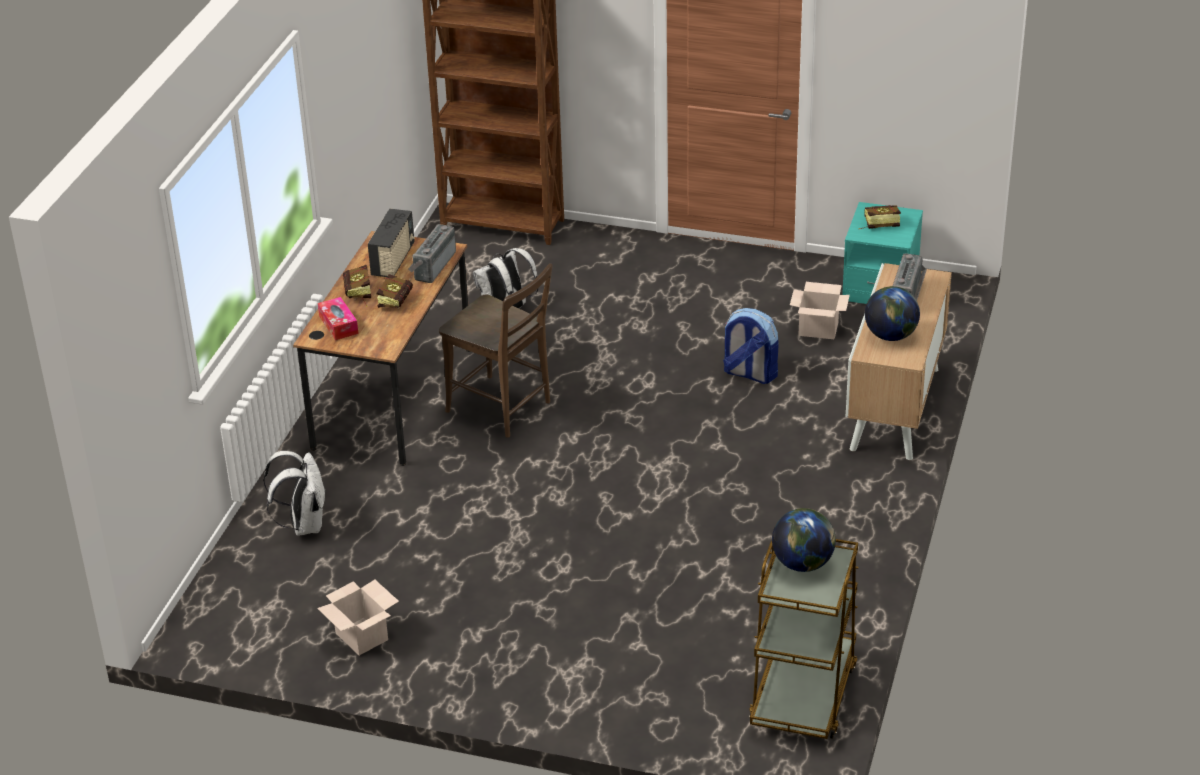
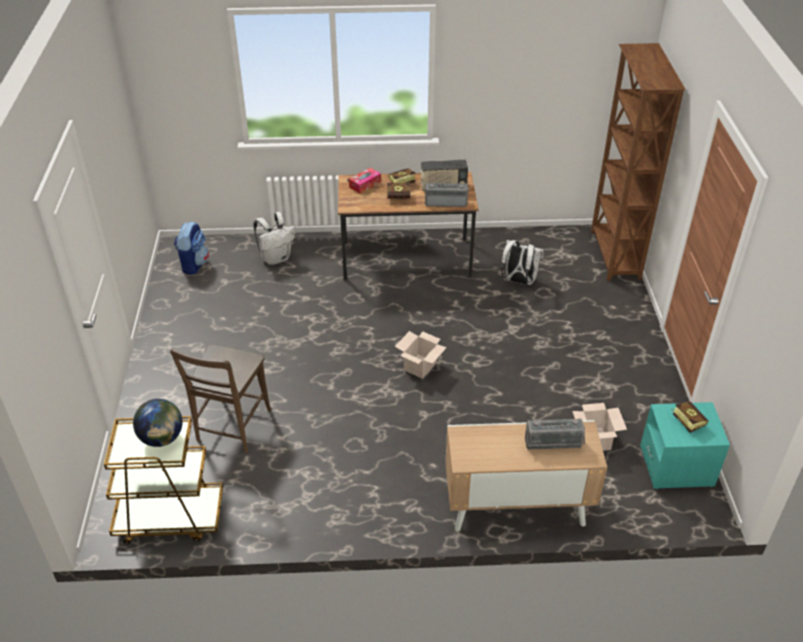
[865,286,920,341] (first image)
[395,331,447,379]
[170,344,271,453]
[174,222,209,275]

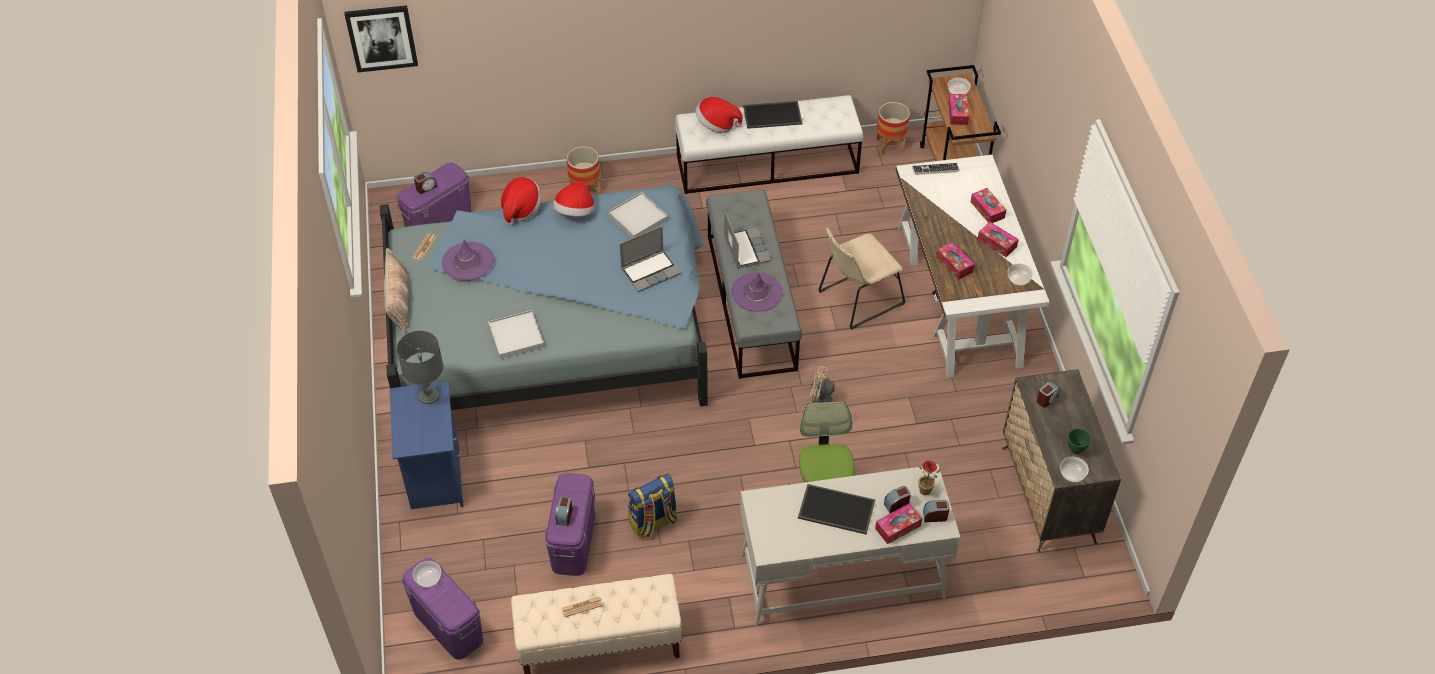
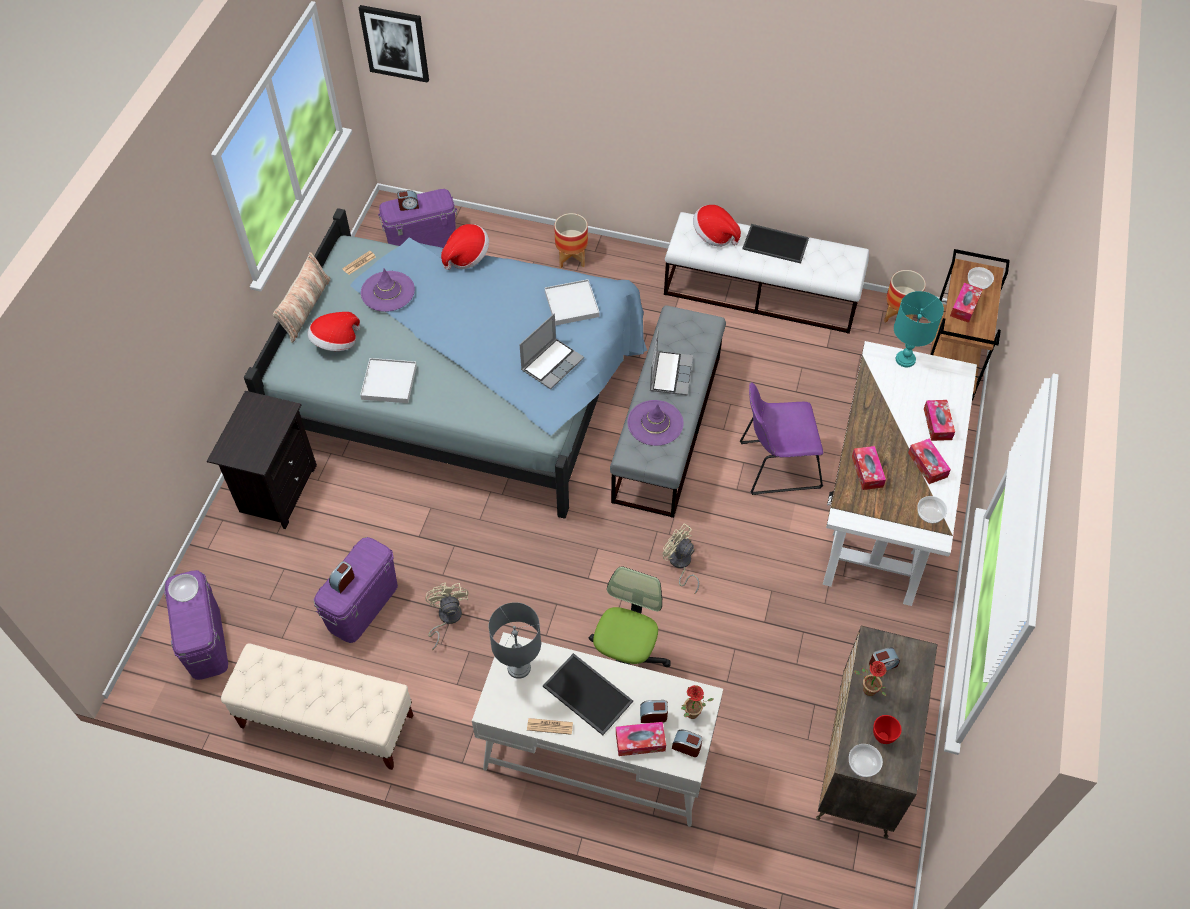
[854,661,887,696]
[489,602,541,679]
[307,312,360,351]
[527,718,573,735]
[425,583,468,650]
[894,291,944,367]
[207,391,317,529]
[740,382,823,495]
[873,715,902,744]
[519,314,584,389]

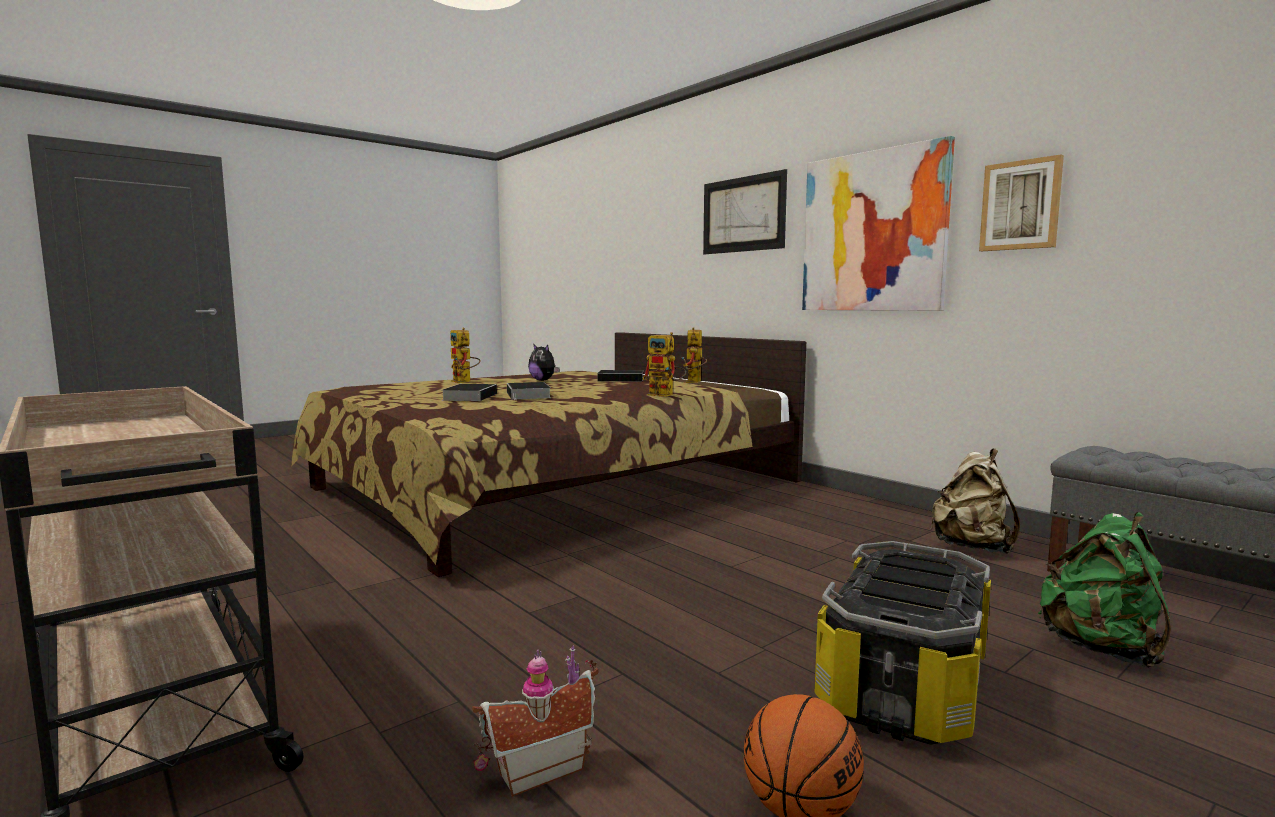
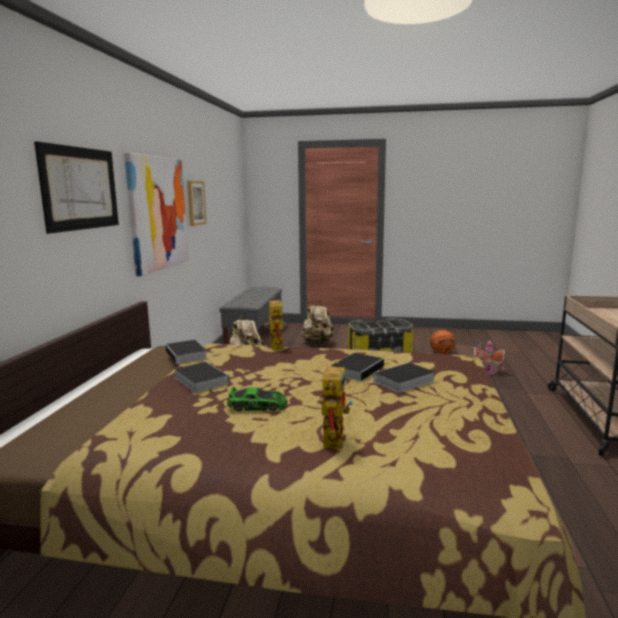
[227,387,288,411]
[165,340,207,366]
[301,301,334,344]

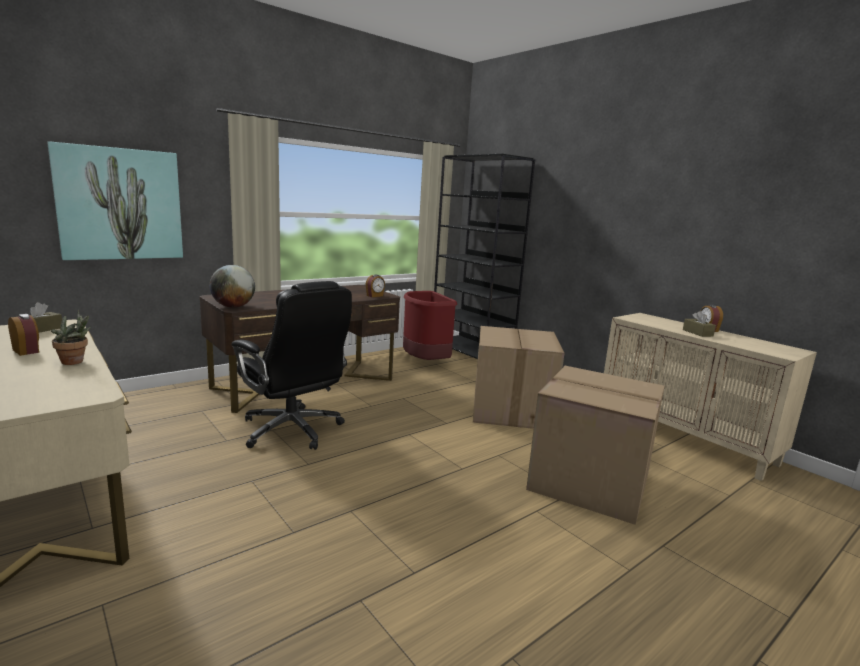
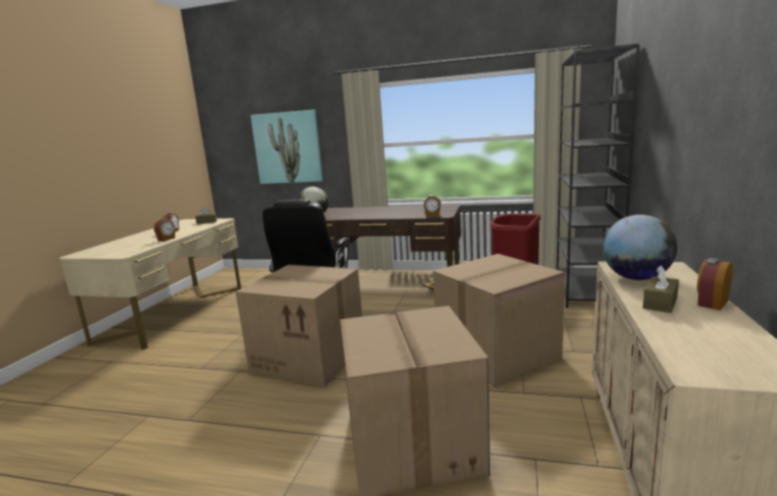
[236,265,362,387]
[603,215,677,280]
[154,219,175,241]

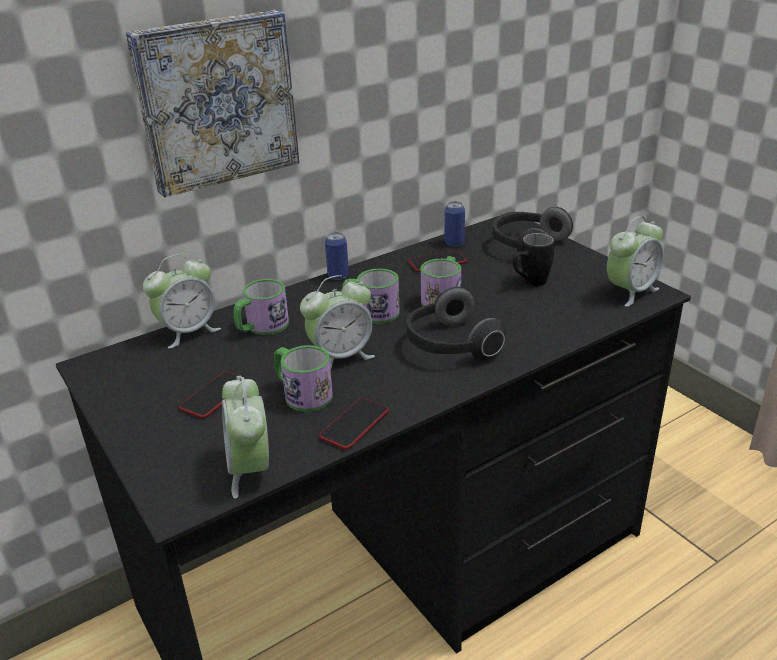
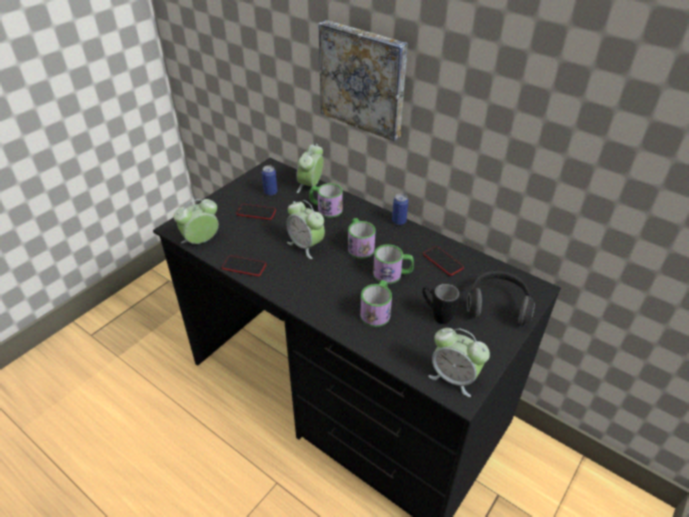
[406,287,507,360] (first image)
[360,280,392,327]
[262,165,278,196]
[296,144,324,193]

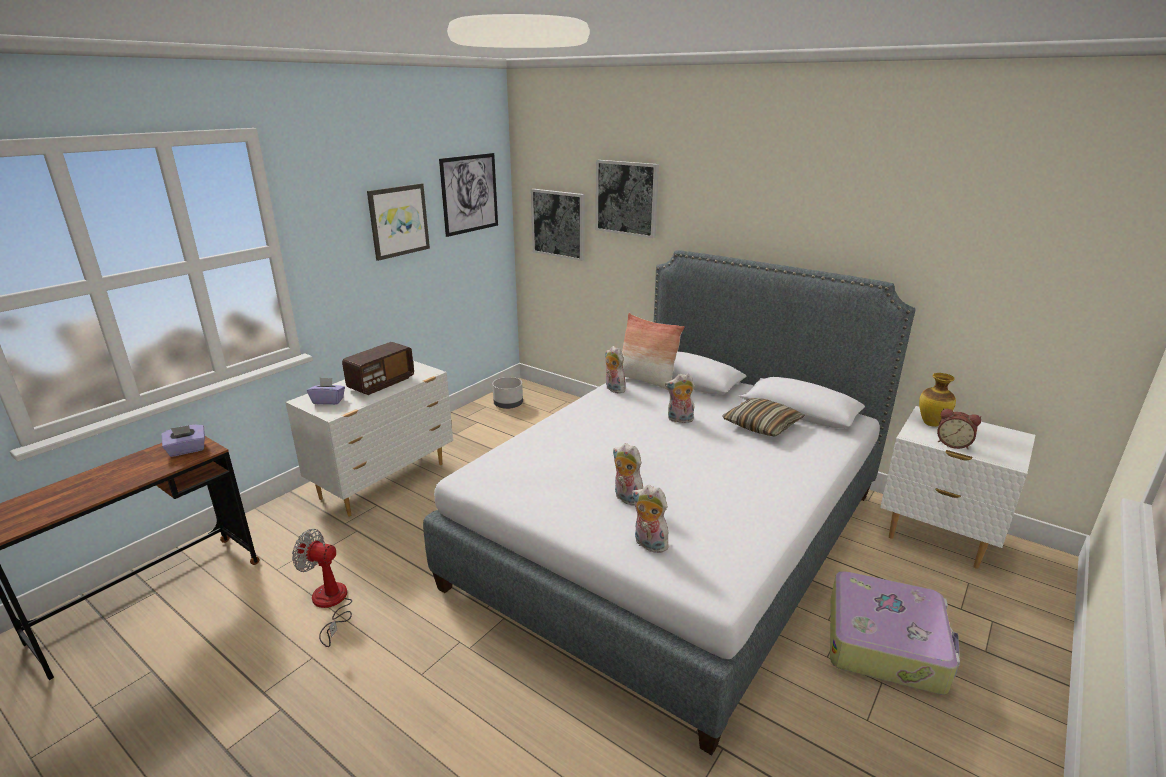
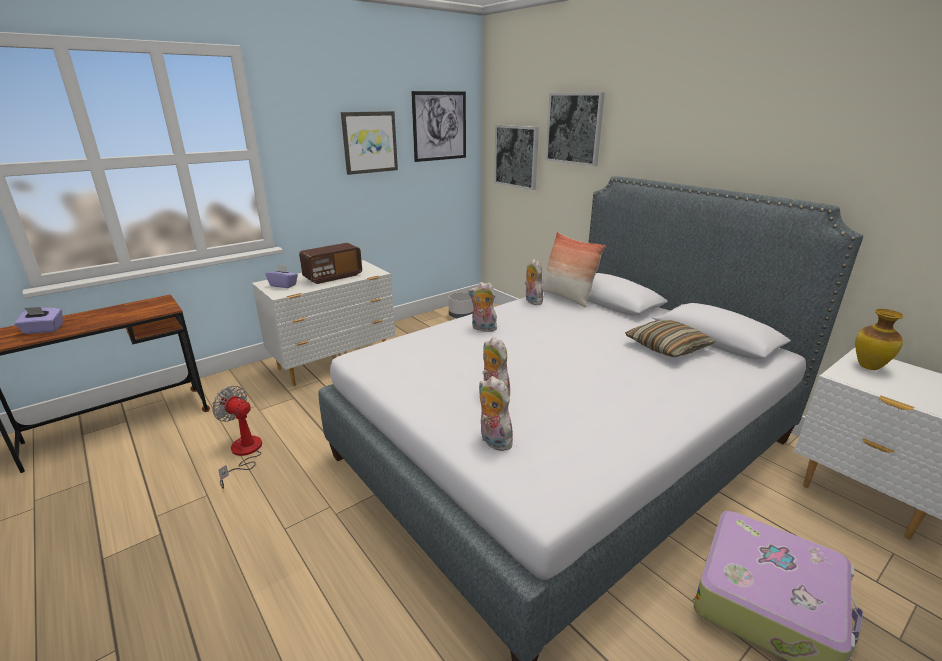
[937,408,981,449] (first image)
[14,307,63,334]
[468,282,497,332]

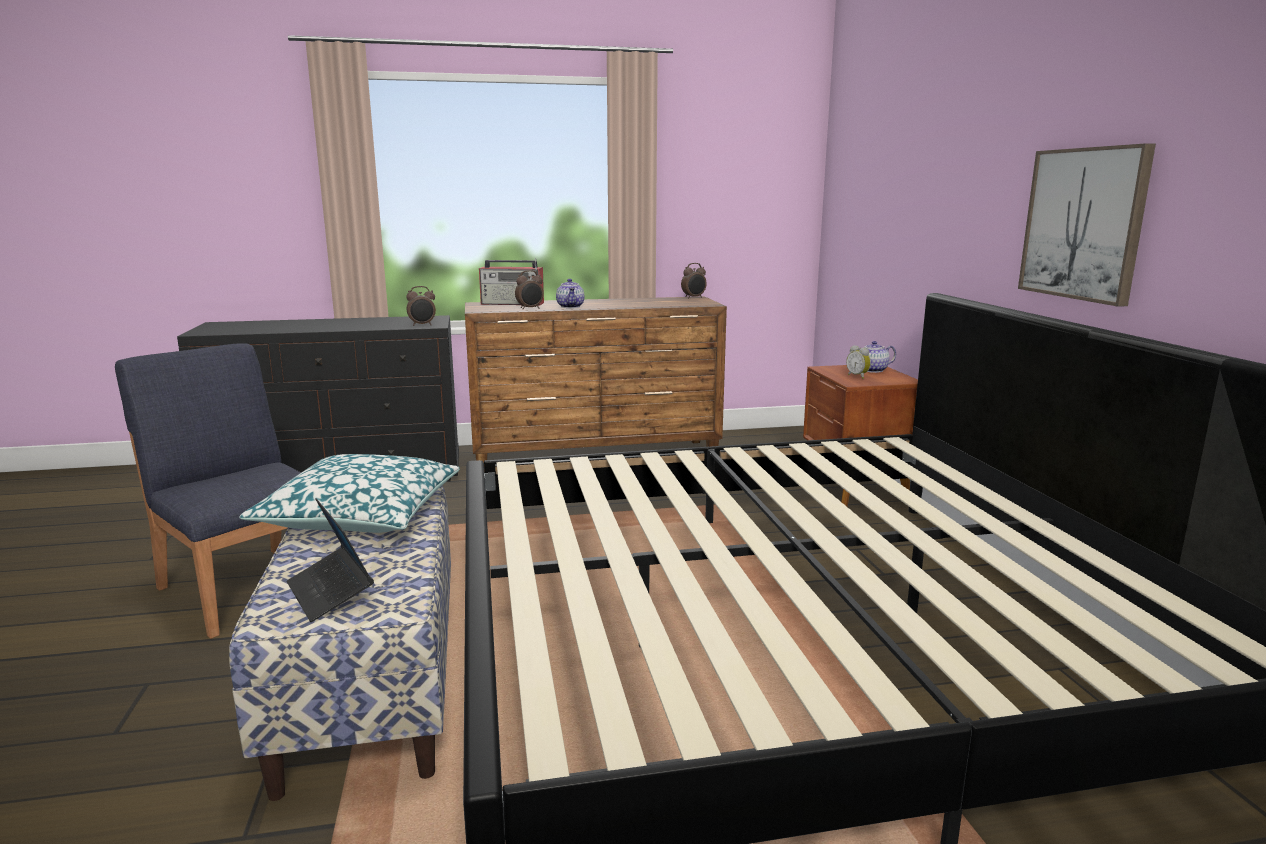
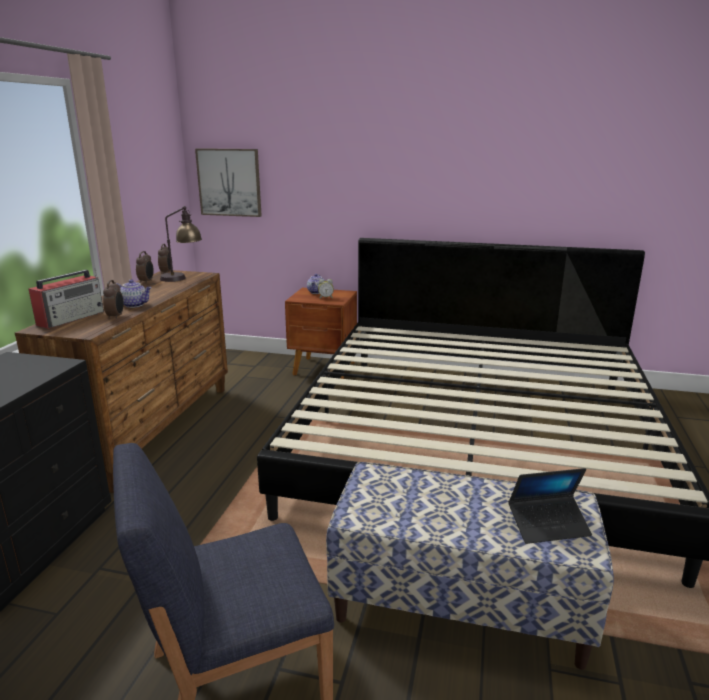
[239,454,460,533] (first image)
[160,206,202,282]
[136,251,154,284]
[195,148,262,217]

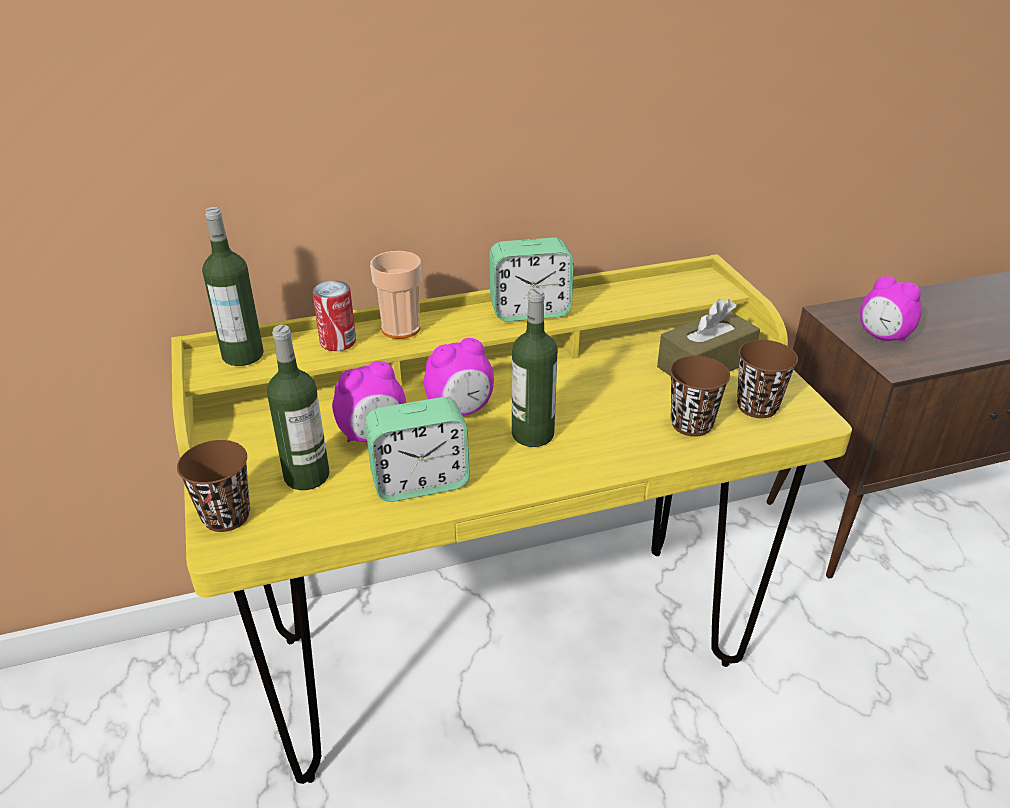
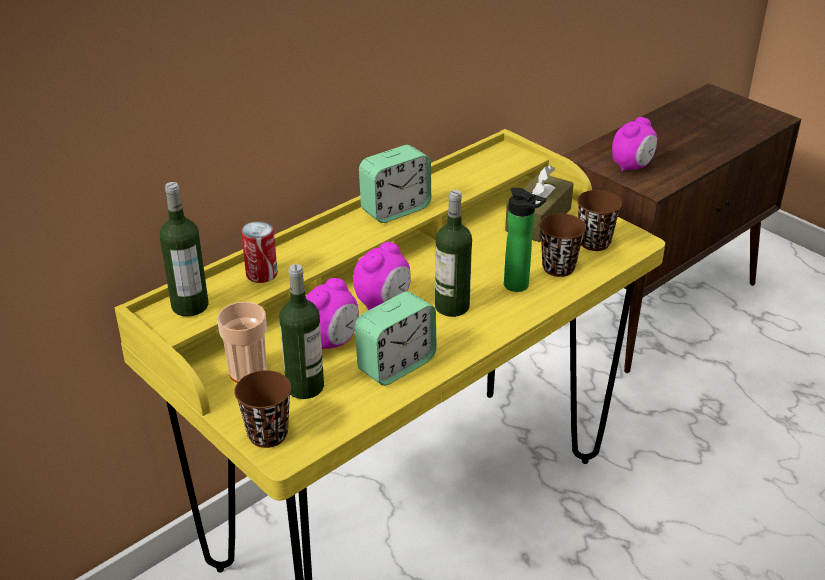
[504,188,546,292]
[217,302,267,383]
[612,117,657,172]

